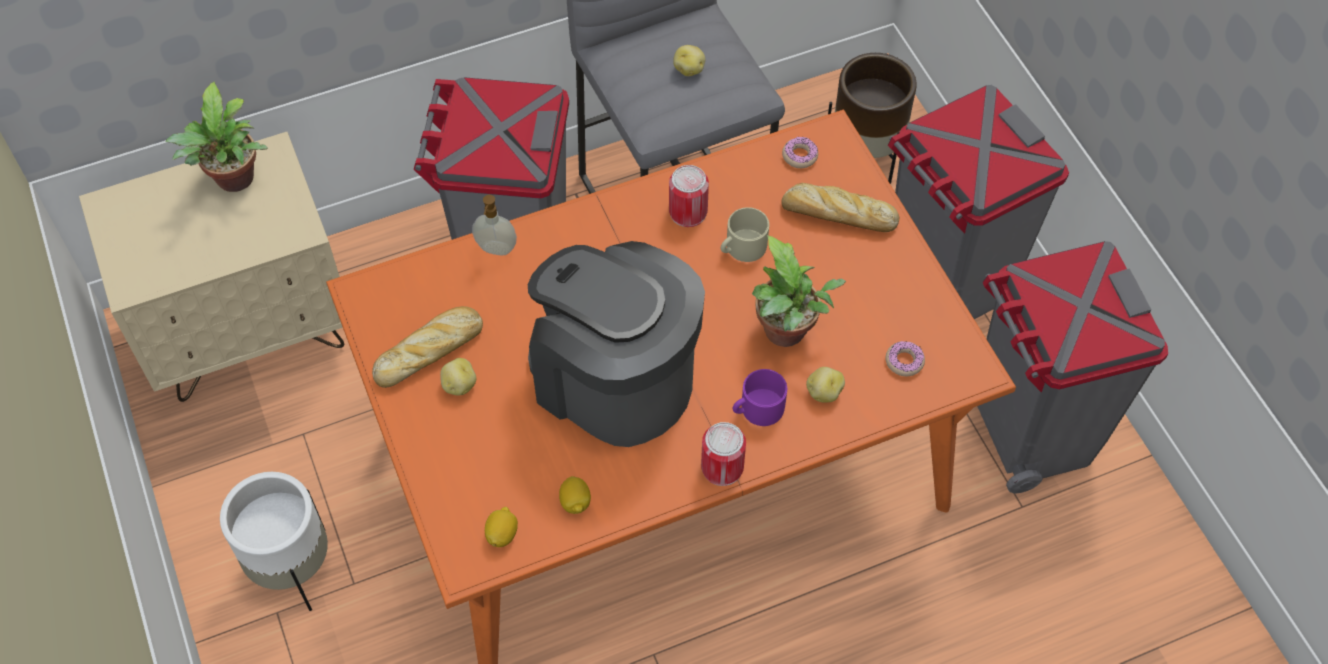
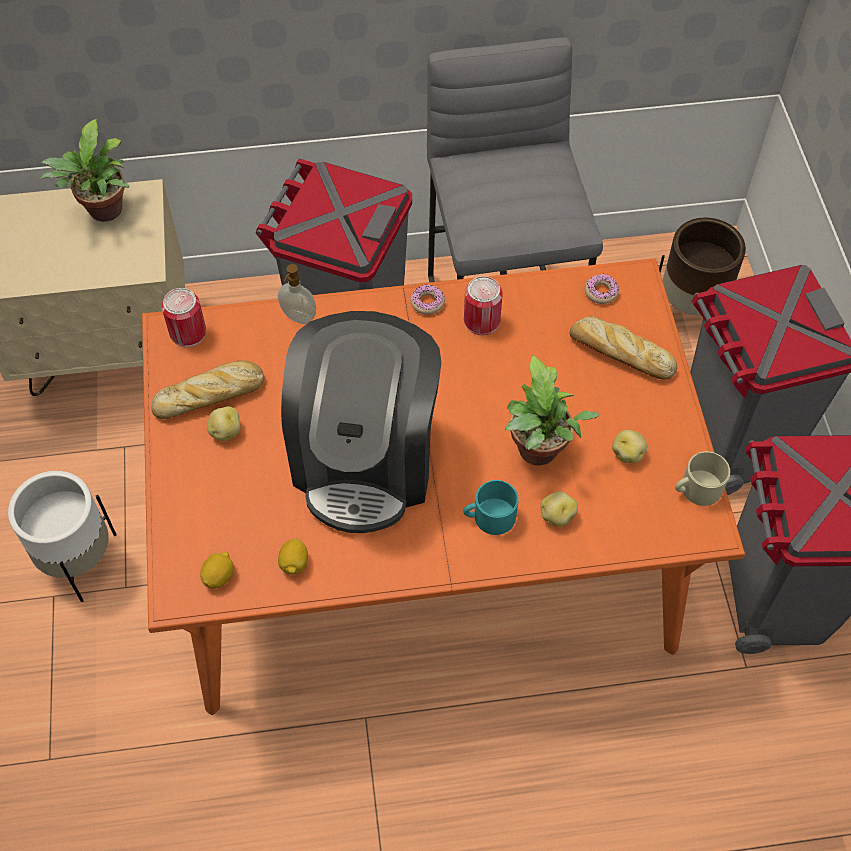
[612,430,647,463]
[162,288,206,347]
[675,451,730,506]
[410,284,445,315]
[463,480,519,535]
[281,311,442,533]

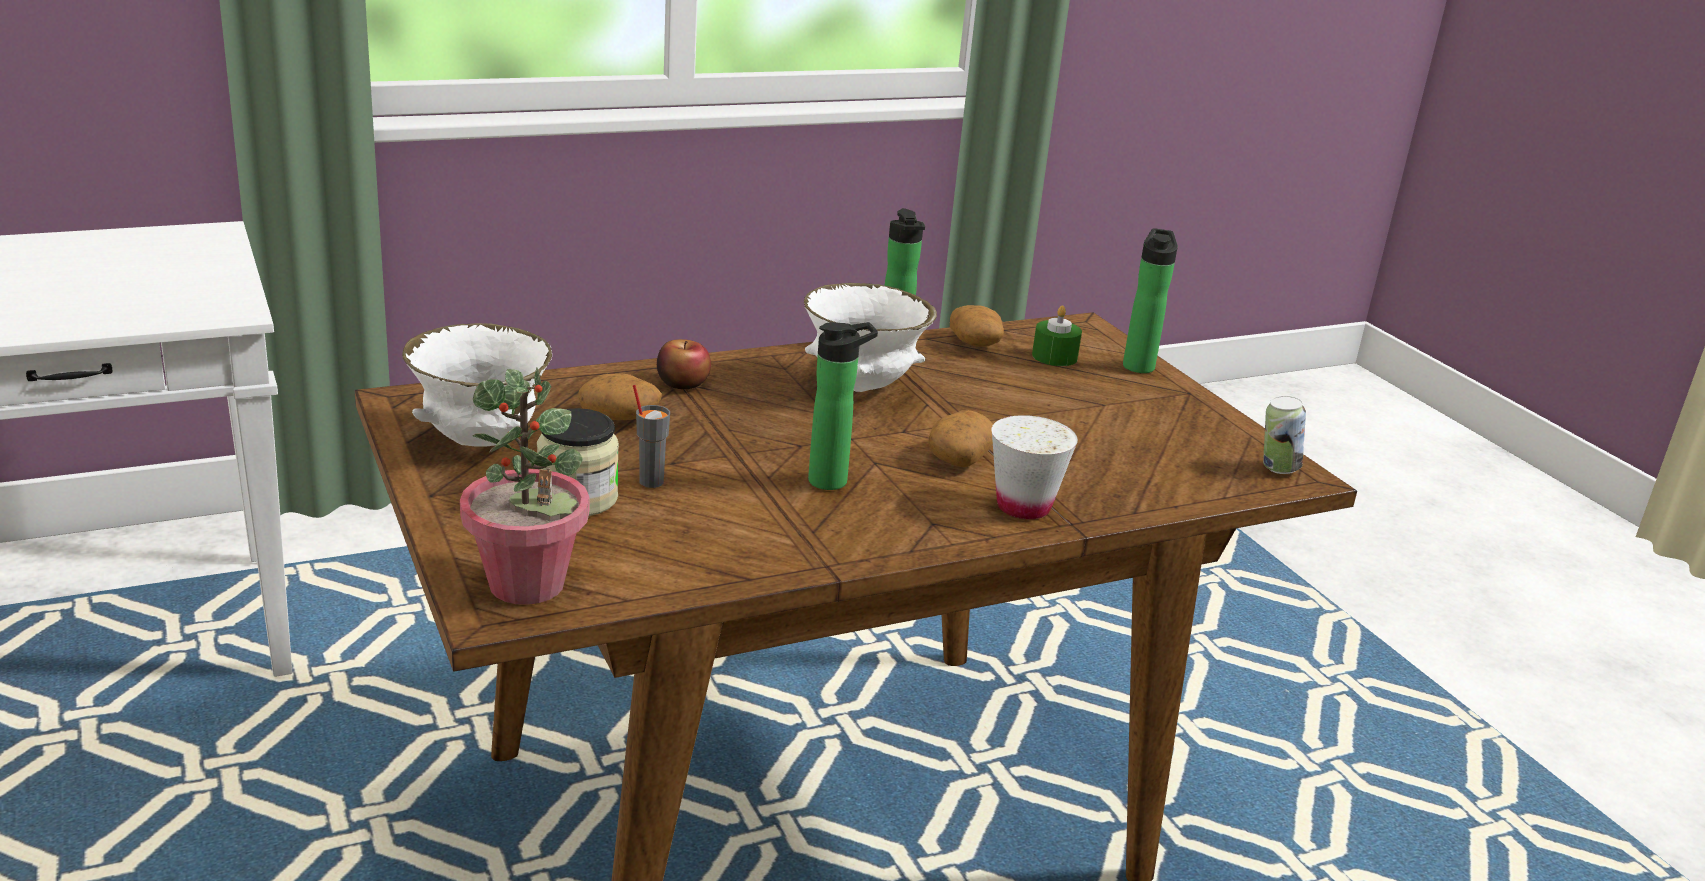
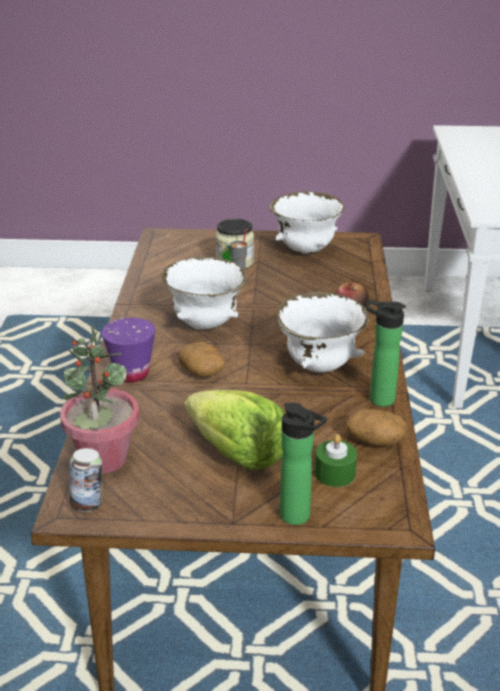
[578,374,662,420] (first image)
[185,390,285,470]
[60,325,139,473]
[162,257,247,329]
[102,318,155,382]

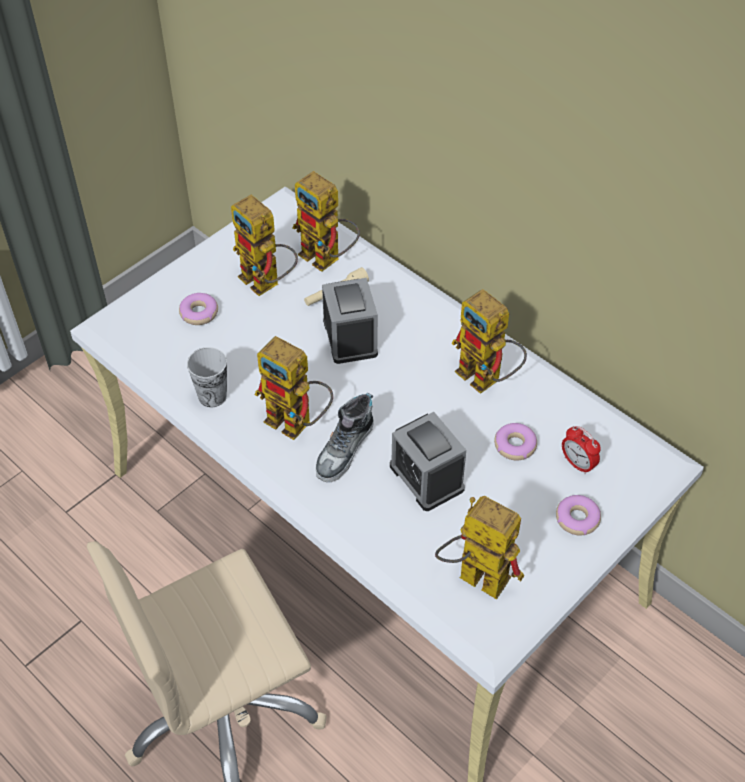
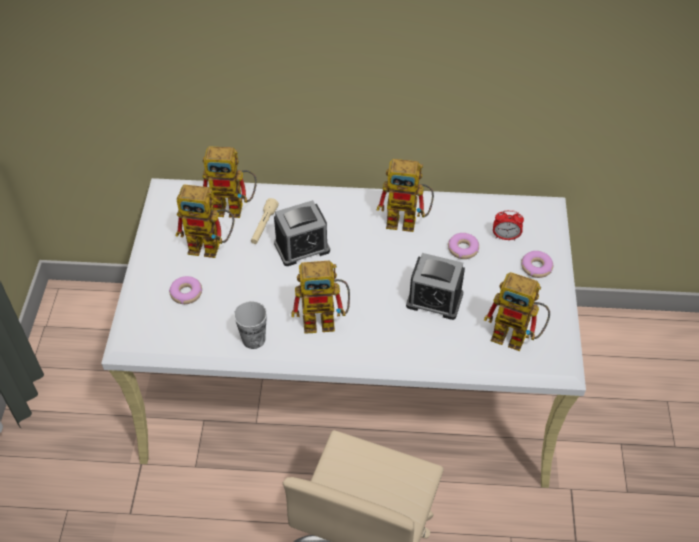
[316,393,374,482] (first image)
[274,200,330,266]
[484,272,550,351]

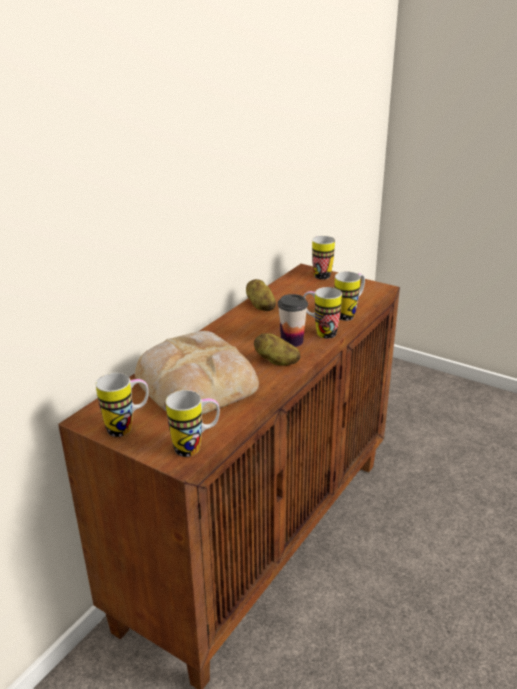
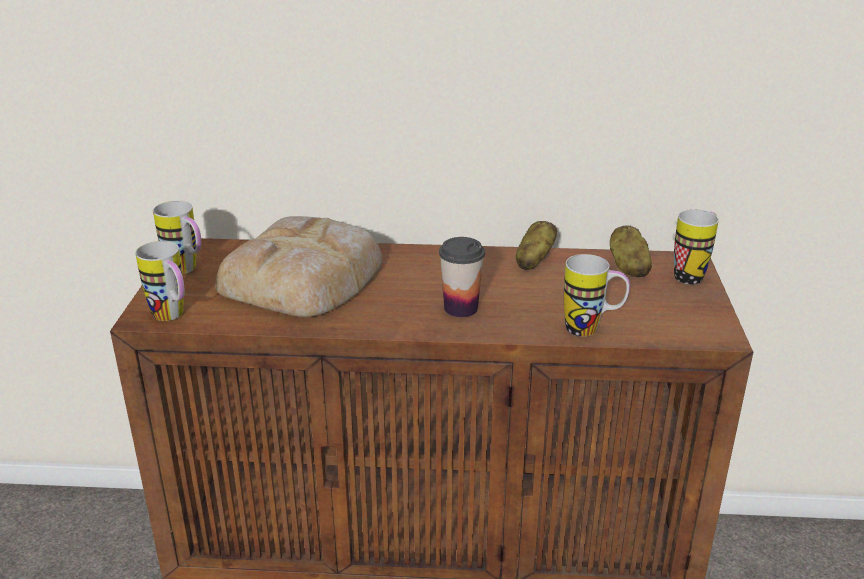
[303,287,342,339] (first image)
[610,225,652,278]

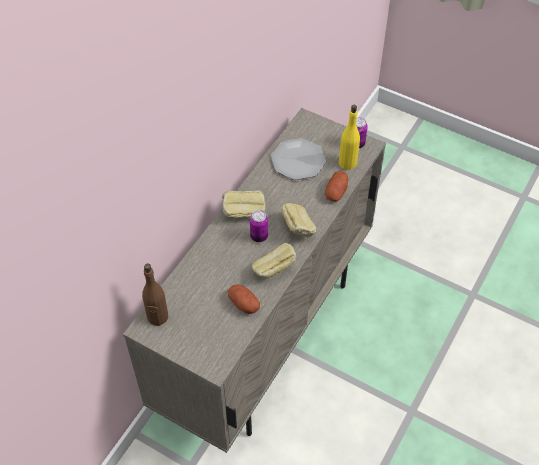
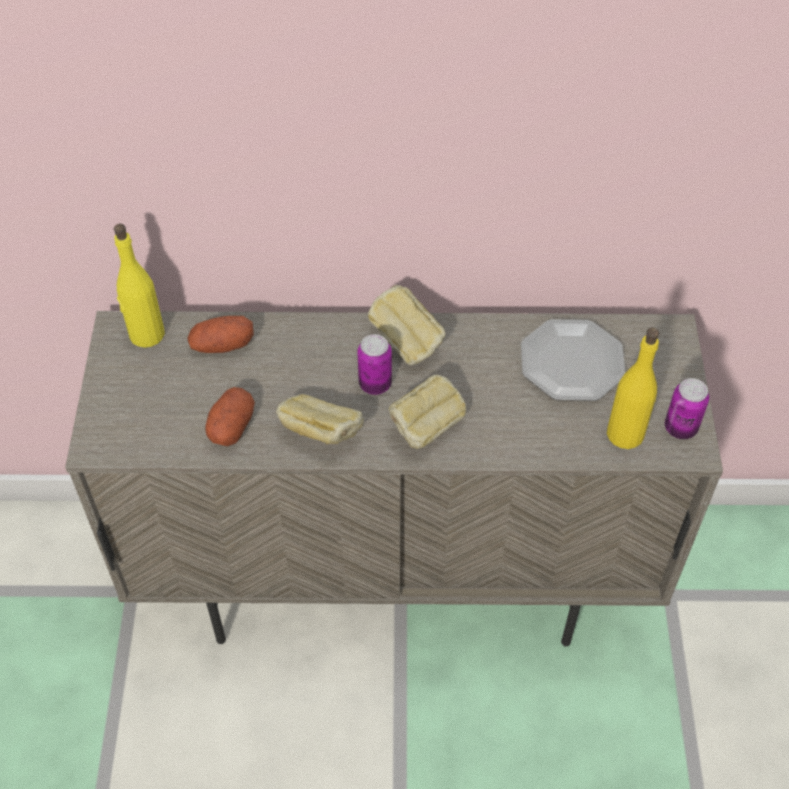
[187,316,254,353]
[114,224,165,348]

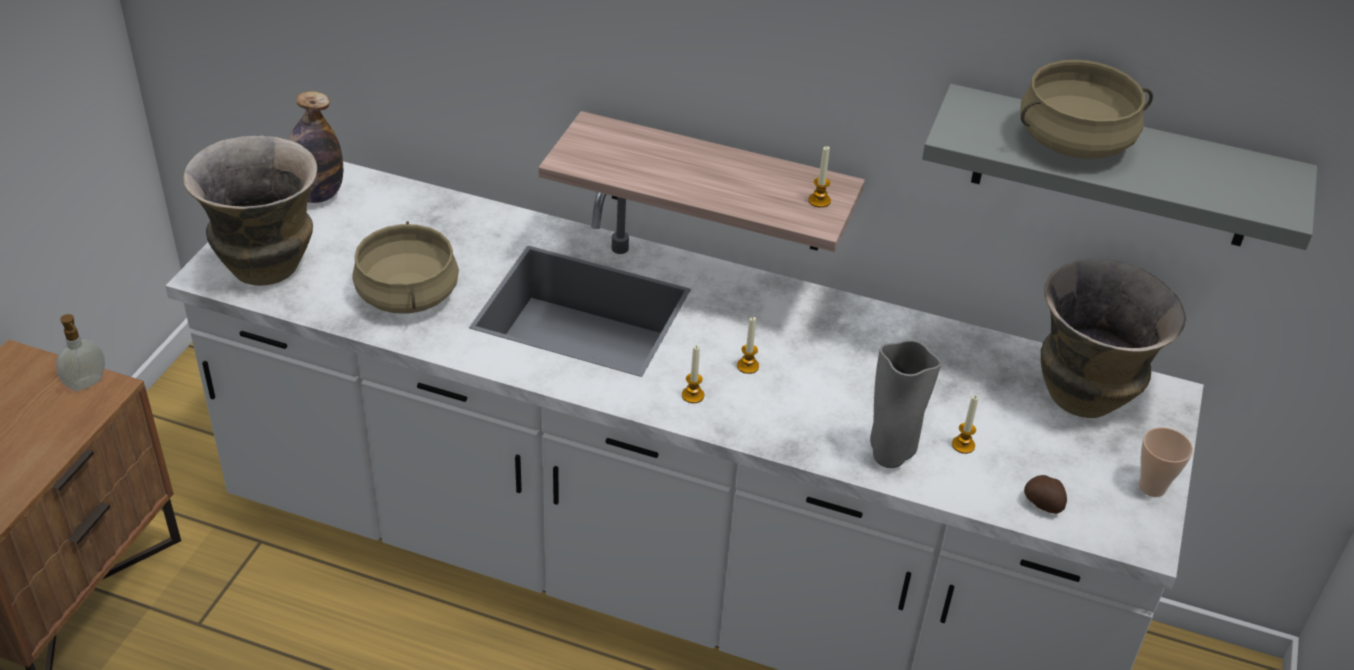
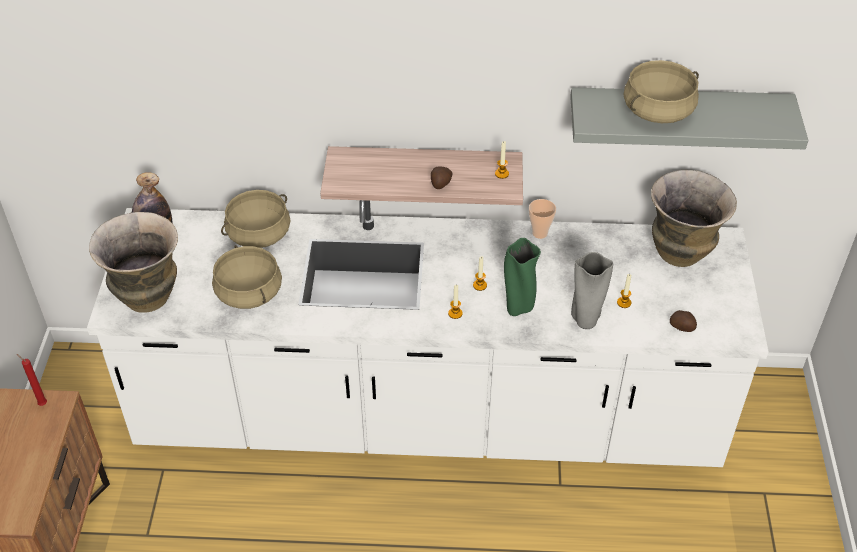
[221,190,291,248]
[431,166,453,189]
[504,238,541,316]
[529,199,556,239]
[17,354,47,406]

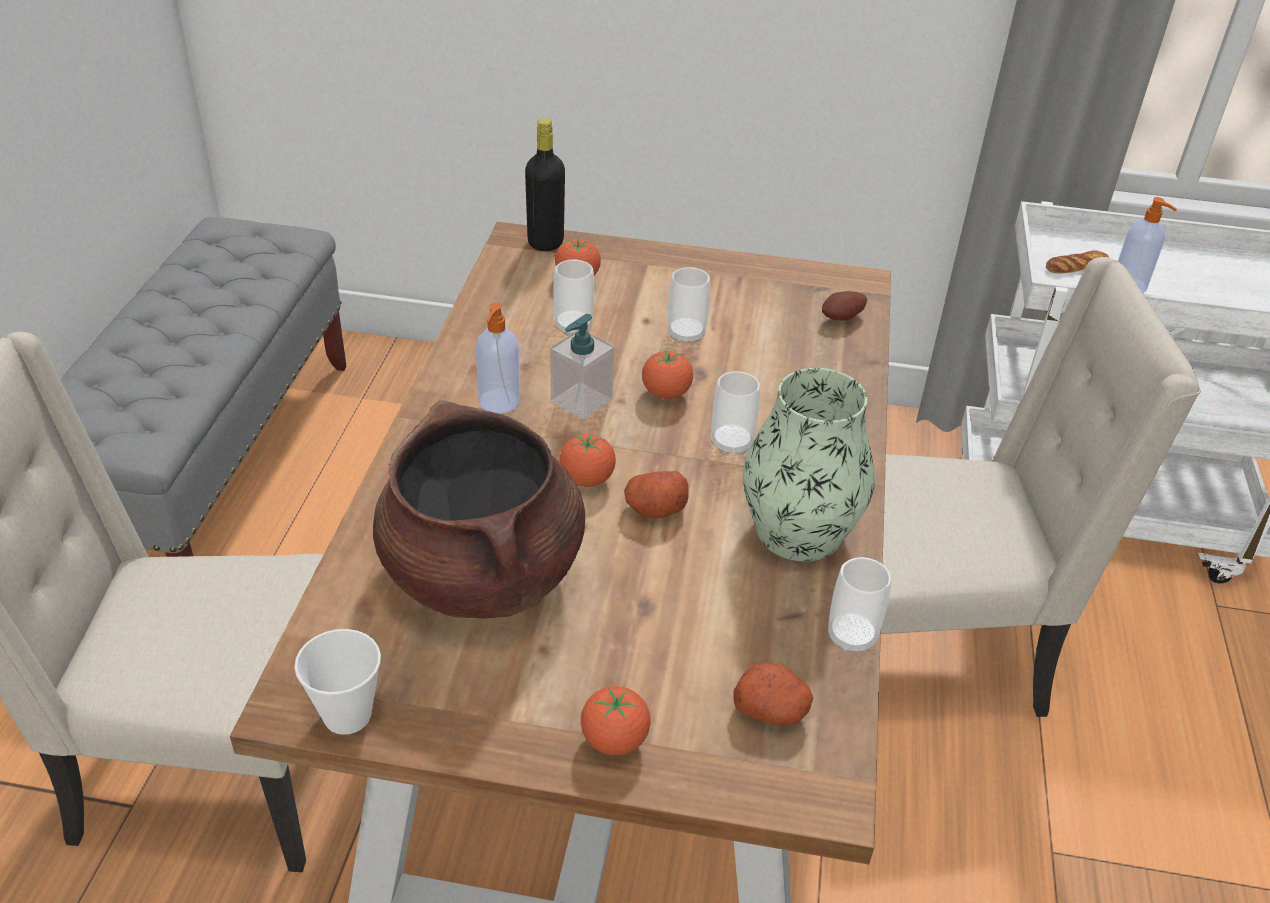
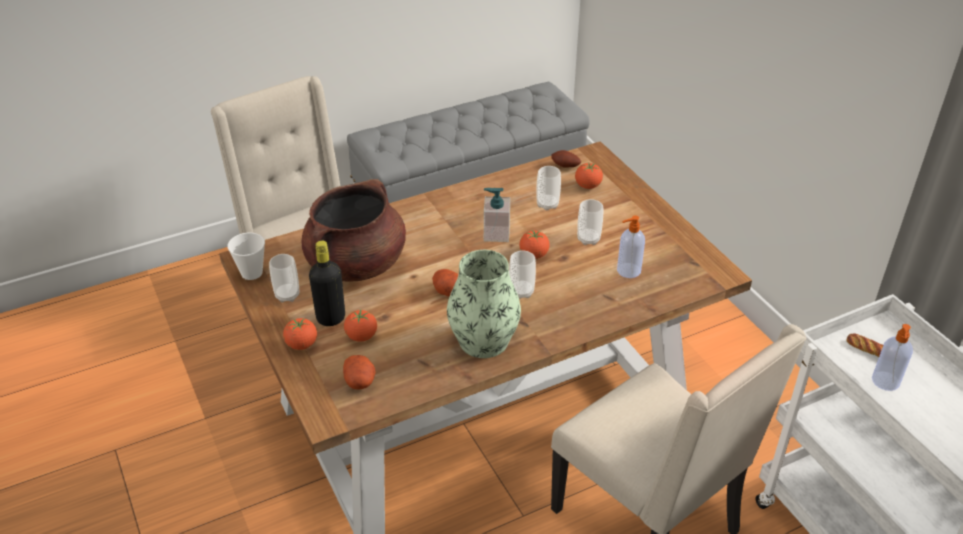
[617,216,645,278]
[309,241,345,326]
[344,309,377,342]
[551,150,581,167]
[269,254,299,302]

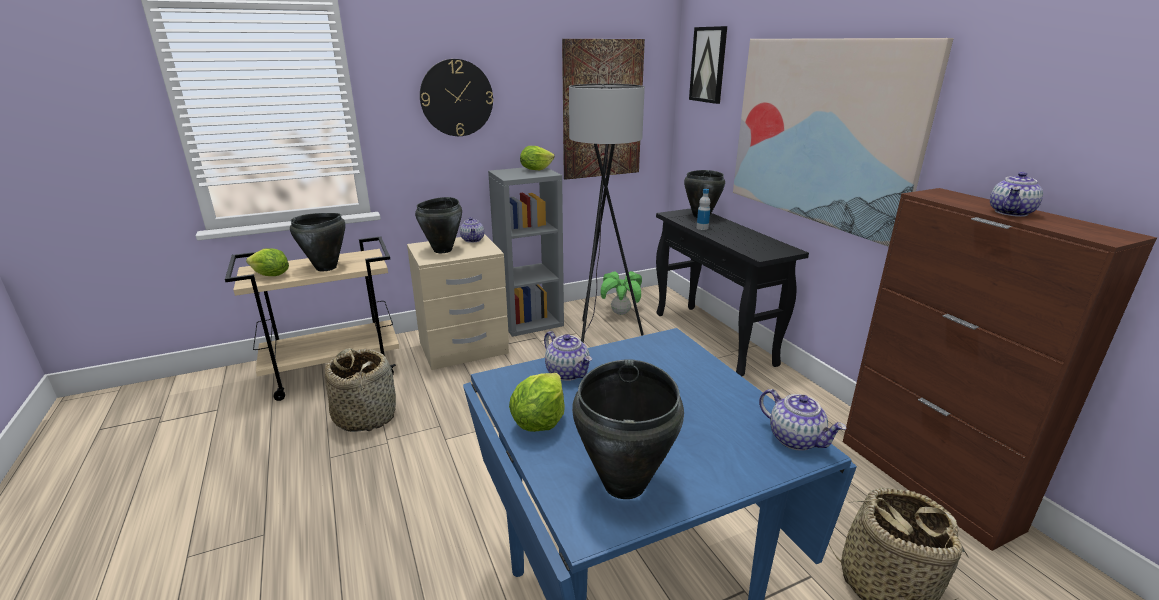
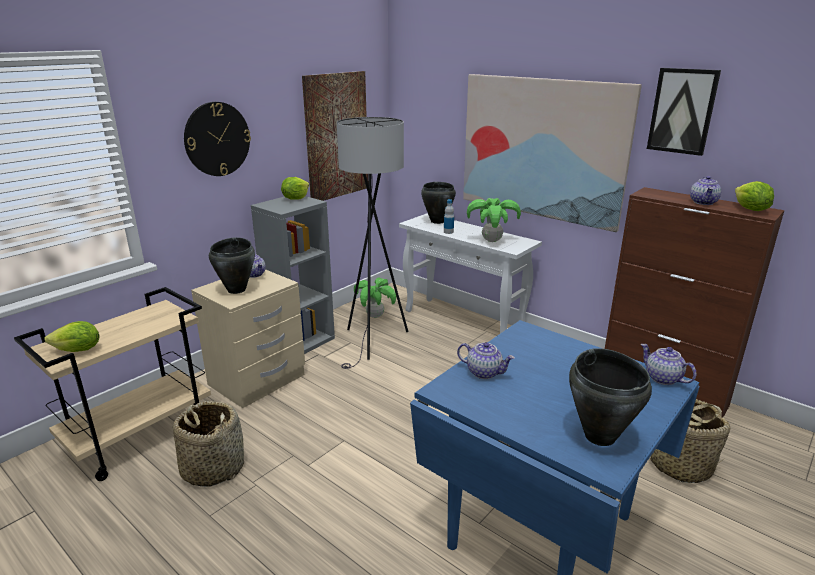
[290,213,346,271] (first image)
[467,198,521,242]
[735,181,774,211]
[647,68,721,156]
[399,213,542,333]
[641,344,696,385]

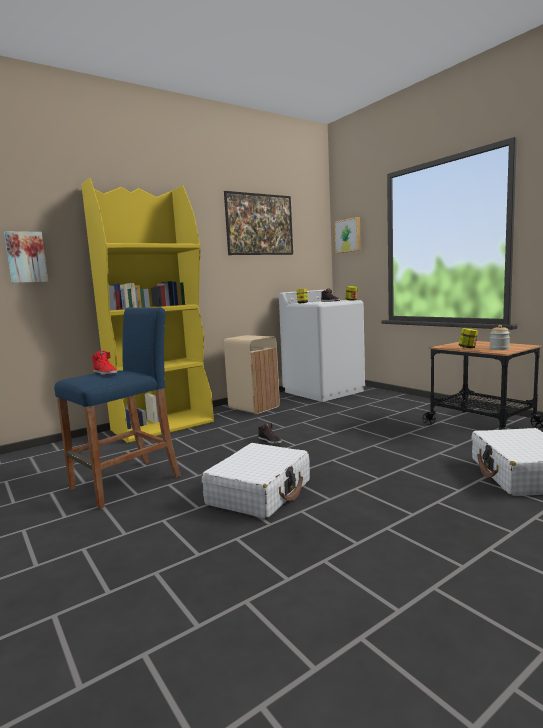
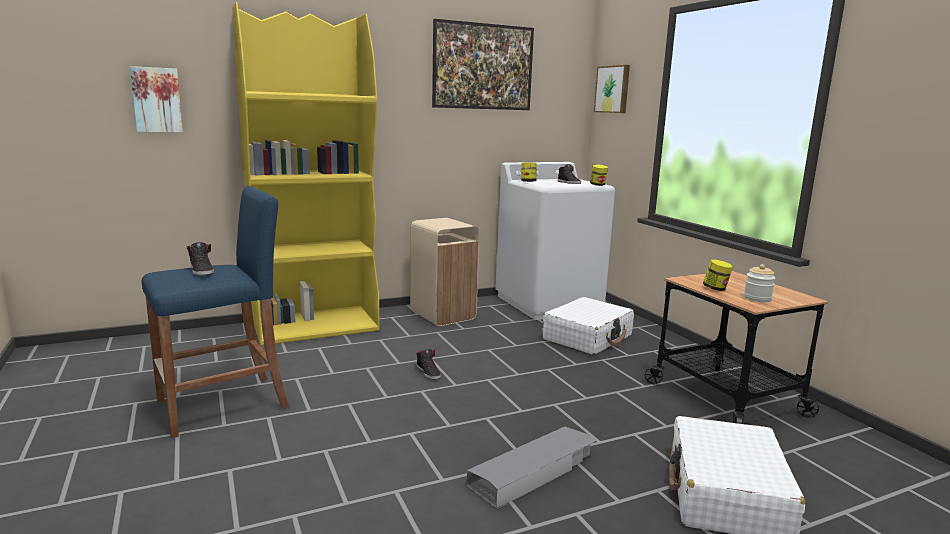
[466,427,596,509]
[542,297,634,355]
[186,242,214,275]

